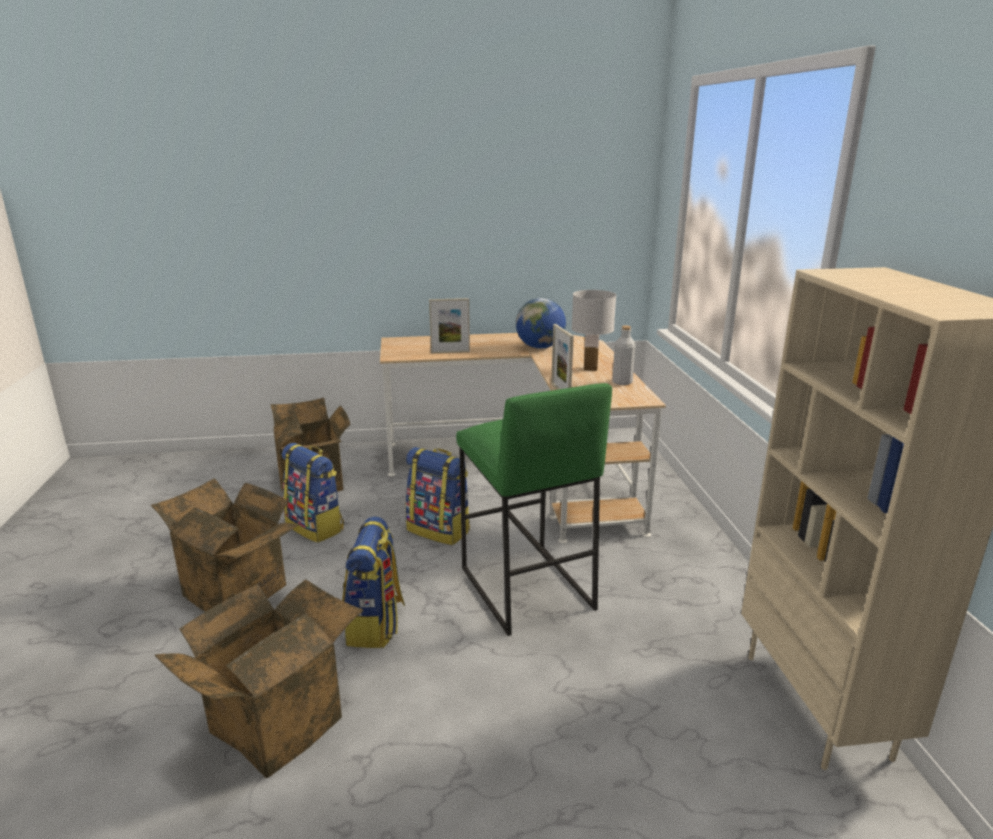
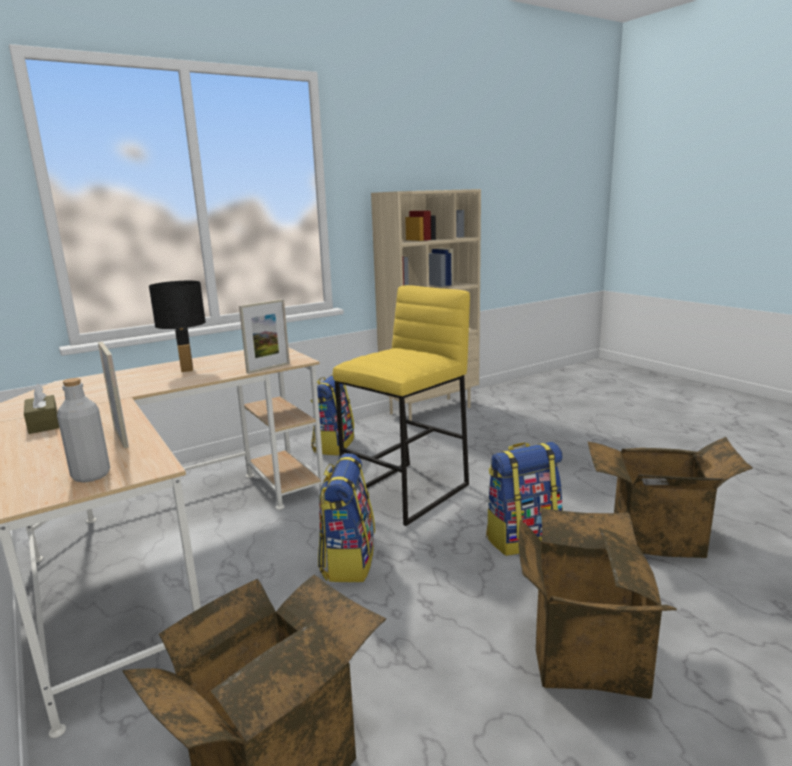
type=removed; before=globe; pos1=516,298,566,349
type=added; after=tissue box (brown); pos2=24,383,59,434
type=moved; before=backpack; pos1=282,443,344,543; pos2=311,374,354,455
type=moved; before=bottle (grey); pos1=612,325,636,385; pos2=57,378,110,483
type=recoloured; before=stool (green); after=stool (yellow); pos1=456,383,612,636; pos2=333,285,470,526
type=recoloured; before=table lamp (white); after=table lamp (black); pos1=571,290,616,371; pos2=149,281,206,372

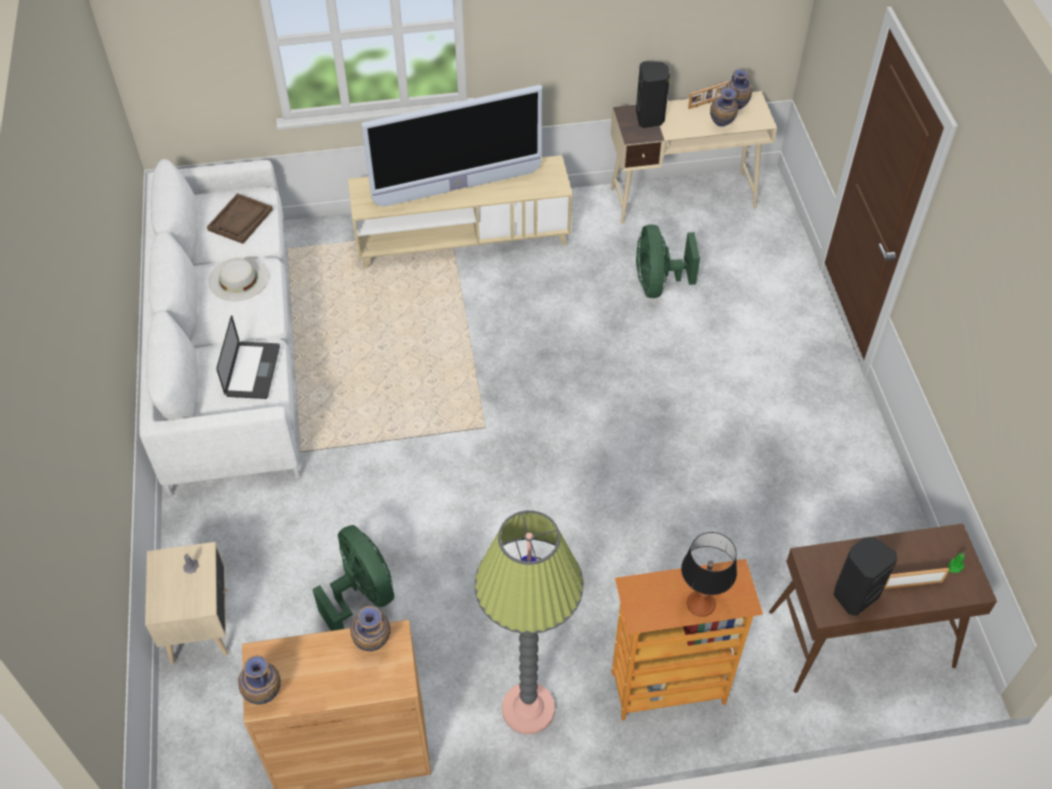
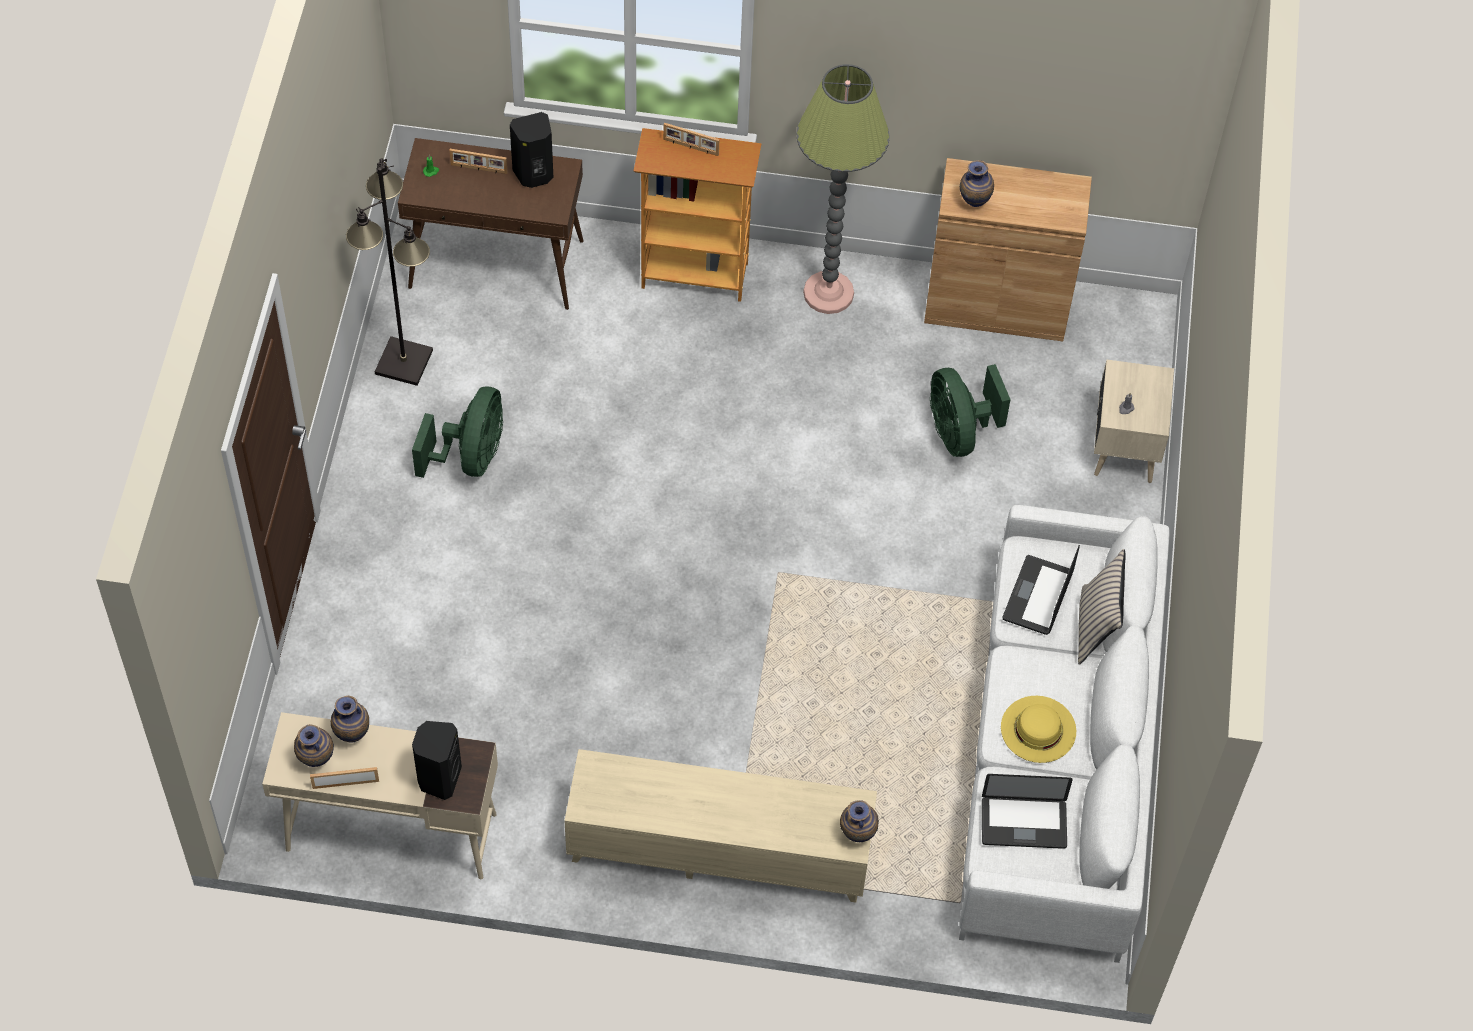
type=removed; before=television; pos1=362,85,542,207
type=added; after=floor lamp (black); pos2=346,158,433,386
type=added; after=pillow (beige); pos2=1078,549,1126,665
type=moved; before=vase; pos1=238,655,281,705; pos2=840,800,879,842
type=moved; before=fan (green); pos1=636,225,700,298; pos2=412,386,503,478
type=replaced; before=tray (brown); after=laptop; pos1=207,193,273,244; pos2=982,774,1073,849
type=replaced; before=table lamp; after=picture frame; pos1=681,532,737,617; pos2=663,123,719,156
type=recoloured; before=hat (white); after=hat (yellow); pos1=208,257,268,301; pos2=1001,696,1076,763

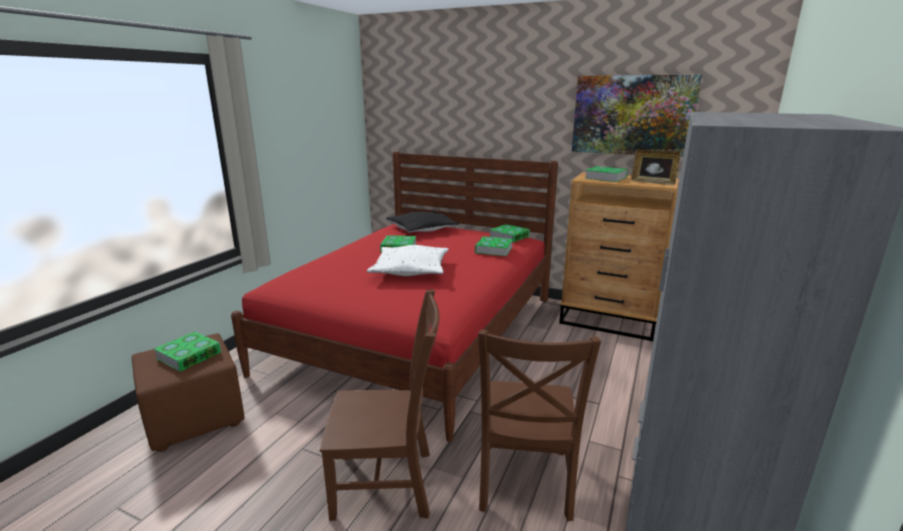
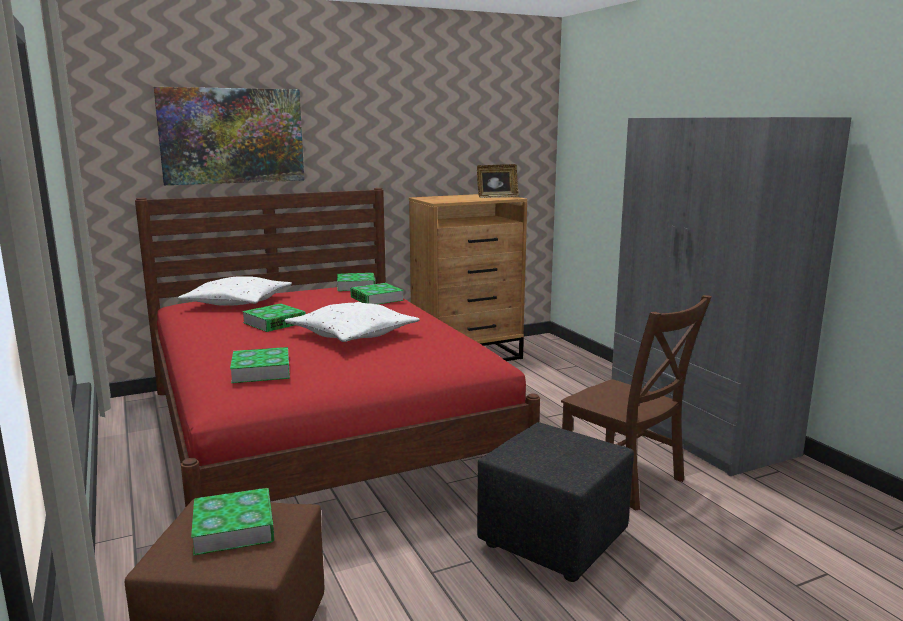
type=moved; before=picture; pos1=572,75,702,157; pos2=153,87,304,185
type=moved; before=book; pos1=585,166,628,182; pos2=230,347,290,383
type=replaced; before=chair (brown); after=ottoman (black); pos1=320,289,440,521; pos2=477,422,634,582
type=recoloured; before=pillow (black); after=pillow (white); pos1=386,211,459,233; pos2=178,276,292,306

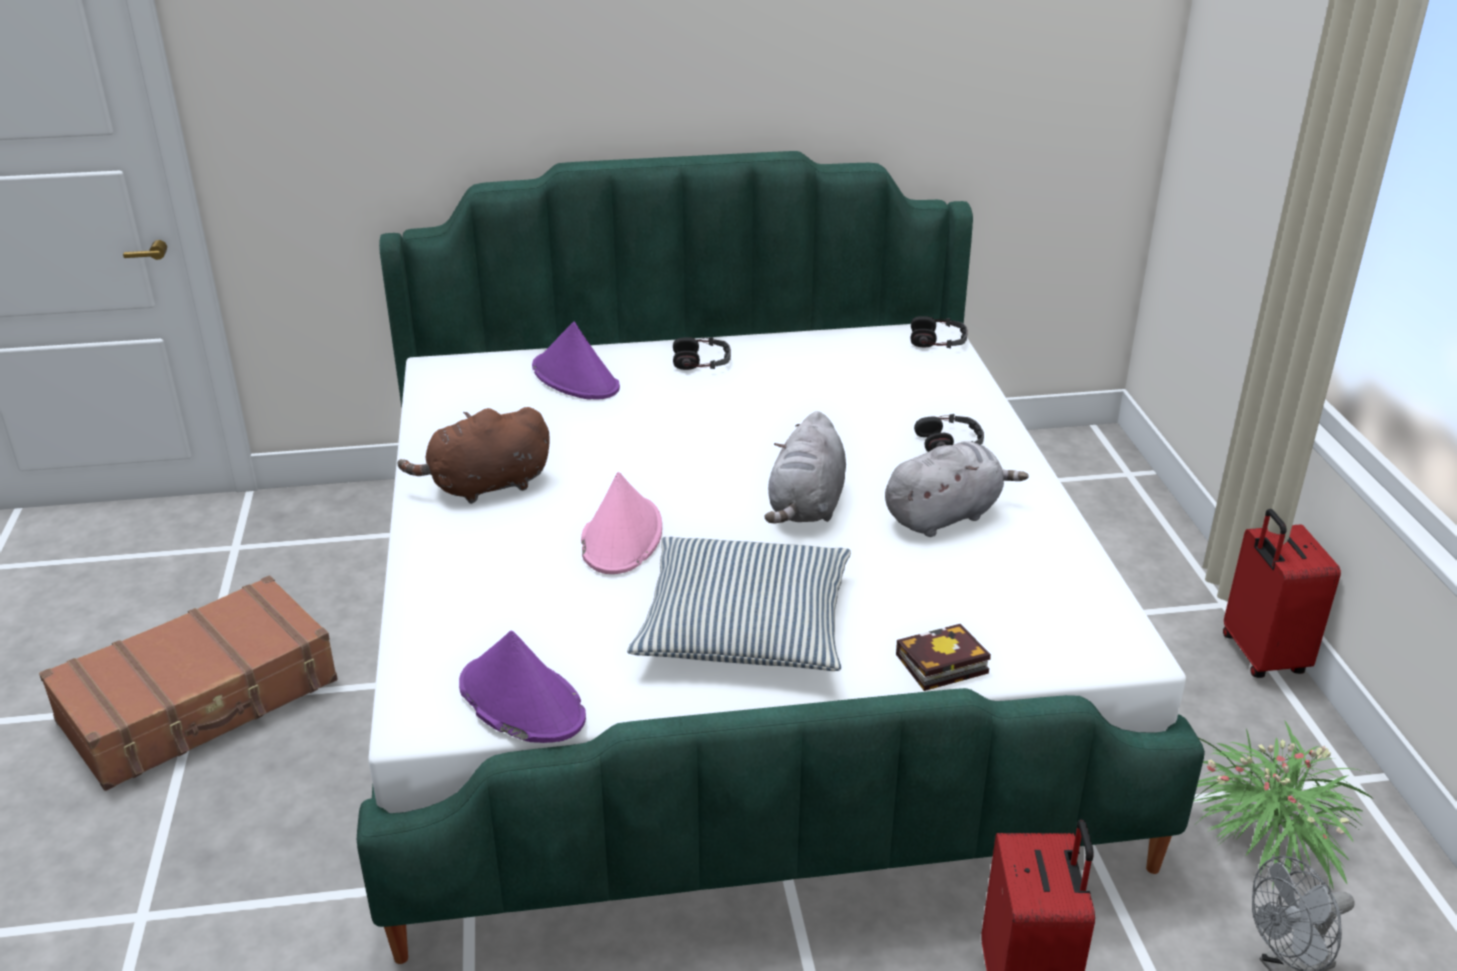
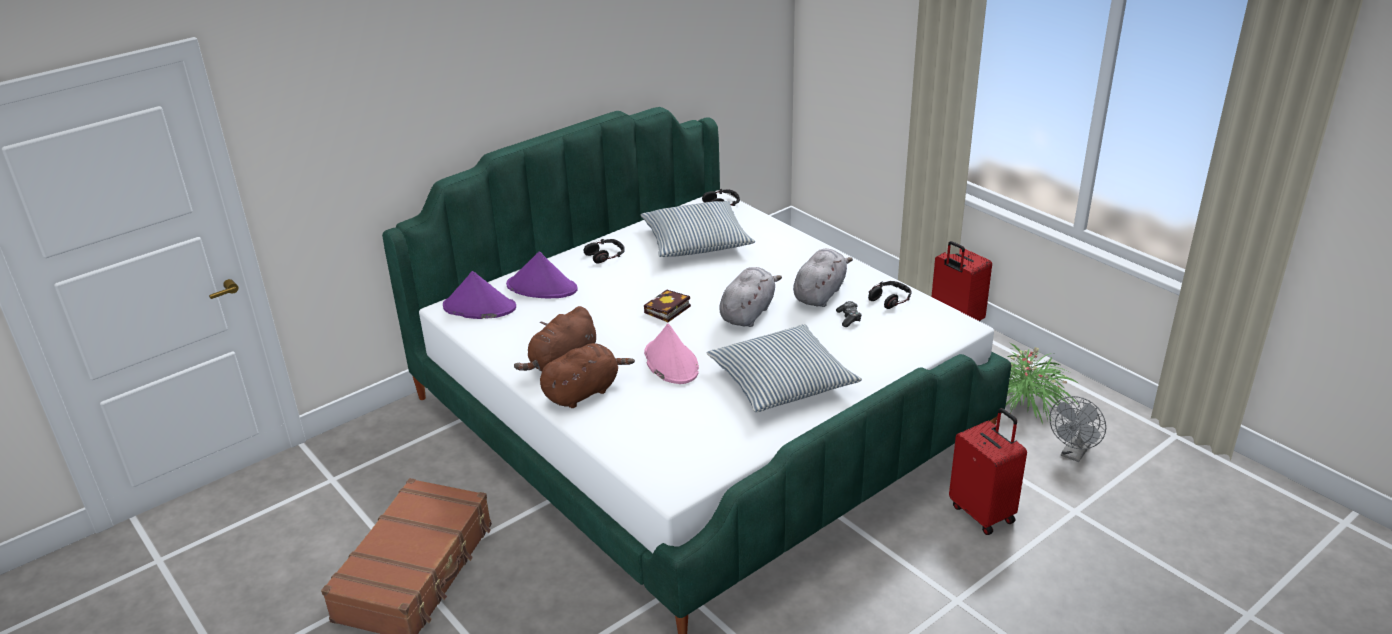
type=added; after=plush toy (brown); pos2=540,343,635,408
type=added; after=pillow; pos2=641,201,755,257
type=added; after=game controller; pos2=836,301,862,327
type=moved; before=hat (purple); pos1=459,631,586,743; pos2=443,271,516,319
type=moved; before=book; pos1=896,624,991,691; pos2=644,290,691,322
type=moved; before=headphones; pos1=914,414,984,452; pos2=868,281,912,309
type=turned; before=plush toy (grey); pos1=764,411,846,524; pos2=719,267,782,327; turn=-135

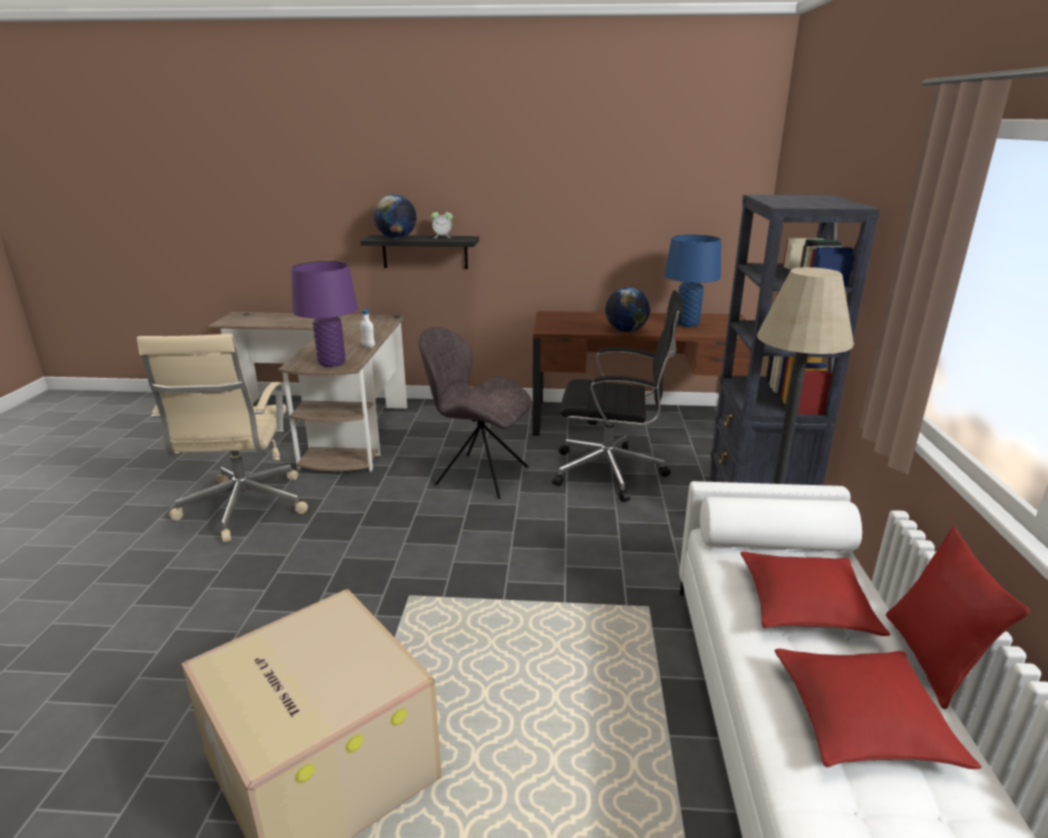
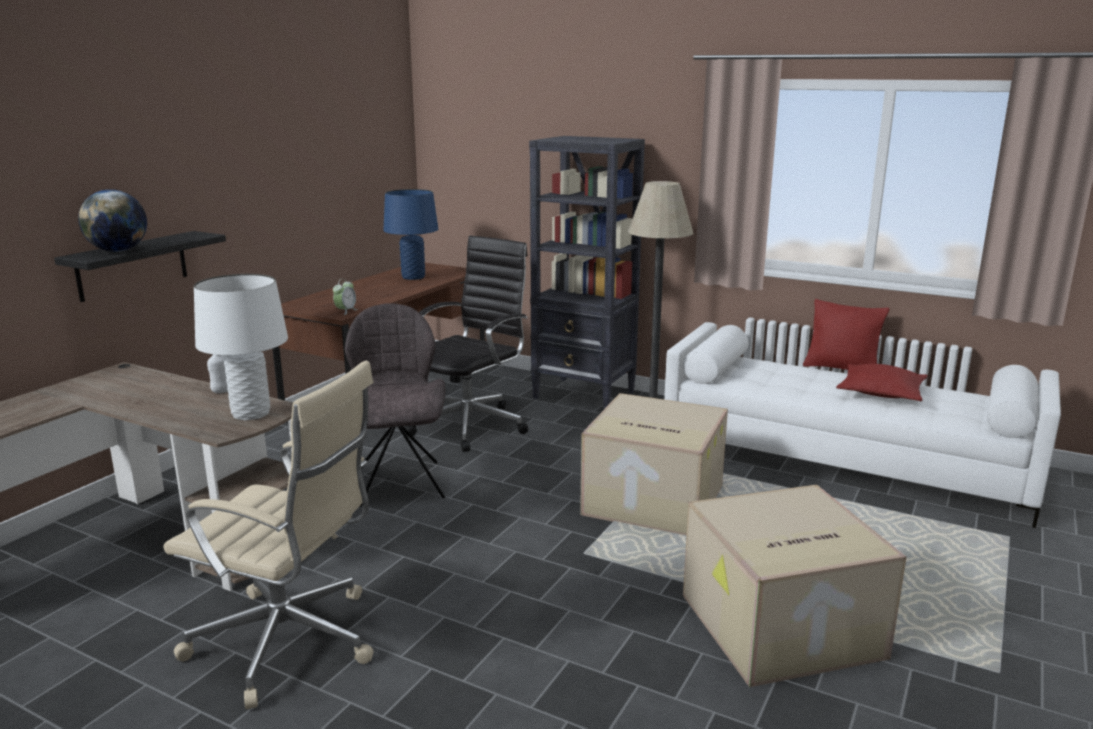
type=removed; before=globe; pos1=605,287,650,332
type=removed; before=pillow (red); pos1=741,551,890,636
type=added; after=cardboard box; pos2=580,393,728,536
type=moved; before=alarm clock; pos1=430,208,453,238; pos2=333,279,357,315
type=recoloured; before=table lamp (purple); after=table lamp (white); pos1=291,261,358,367; pos2=194,274,288,420
type=turned; before=chair (grey); pos1=418,327,532,499; pos2=345,303,445,507; turn=120

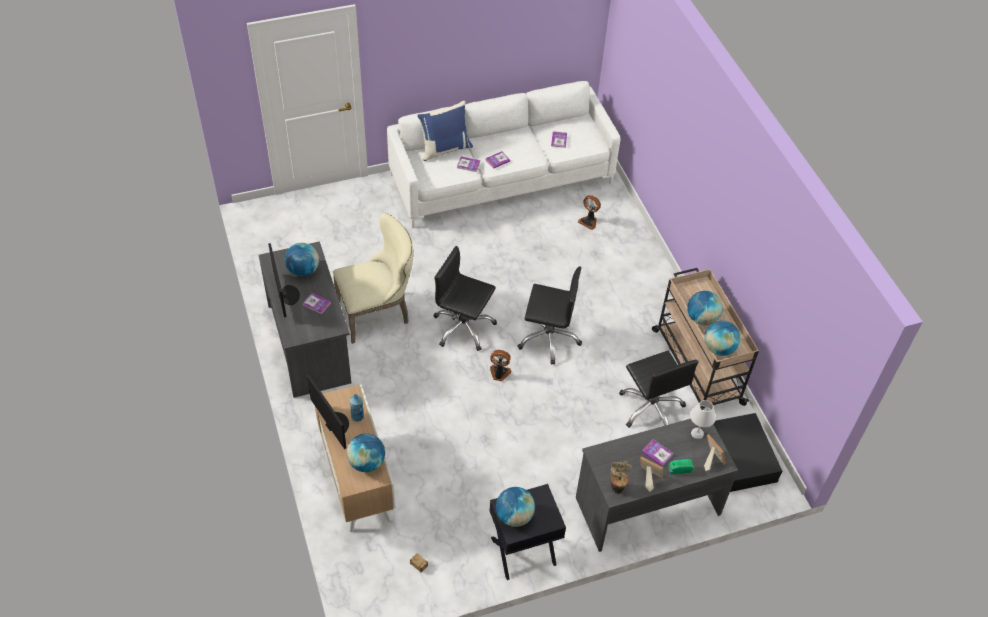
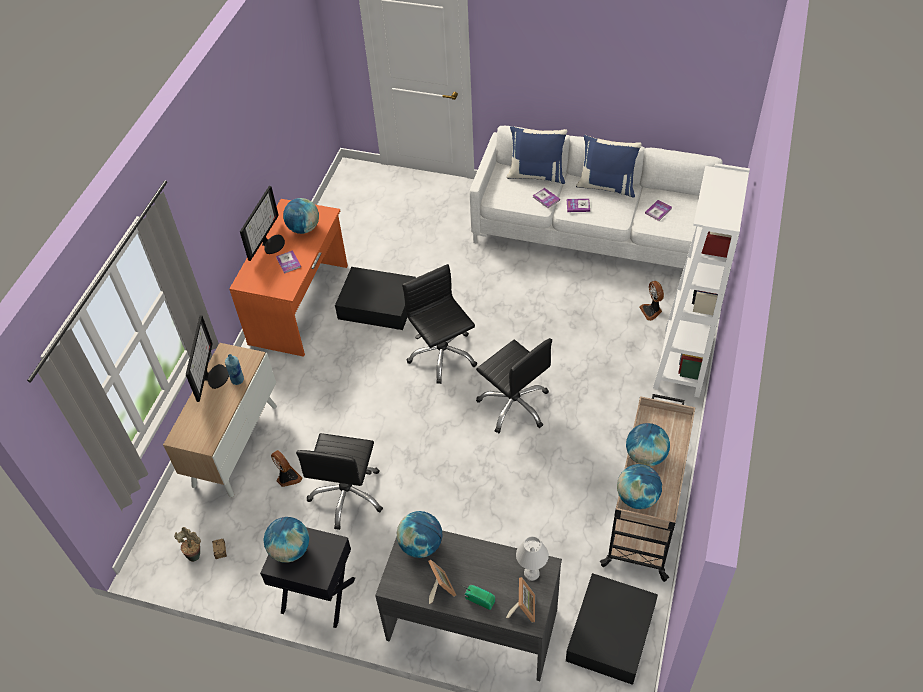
type=removed; before=book; pos1=642,439,673,467
type=added; after=pillow (blue); pos2=576,135,642,198
type=added; after=bookcase (white); pos2=653,163,750,397
type=moved; before=globe; pos1=347,434,385,472; pos2=397,511,442,558
type=moved; before=fan; pos1=490,350,511,381; pos2=271,450,302,487
type=moved; before=potted plant; pos1=610,461,632,494; pos2=174,527,201,562
type=moved; before=office chair (black); pos1=619,351,699,428; pos2=296,433,383,530
type=replaced; before=chair (beige); after=storage box (black); pos1=333,213,413,344; pos2=335,267,416,330
type=recoloured; before=desk (grey); after=desk (orange); pos1=259,241,351,398; pos2=229,199,348,357

